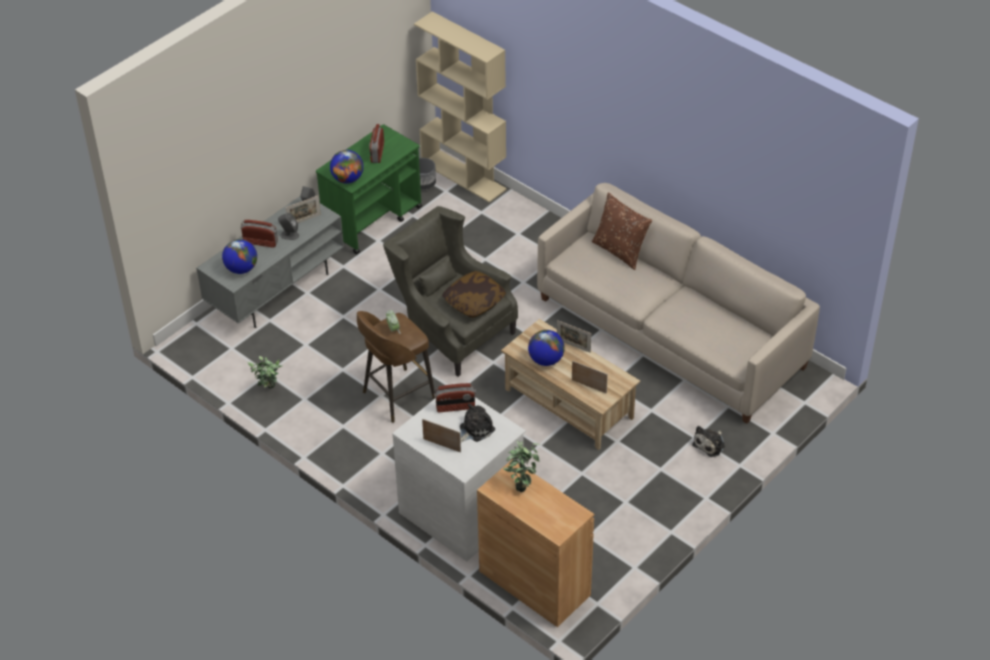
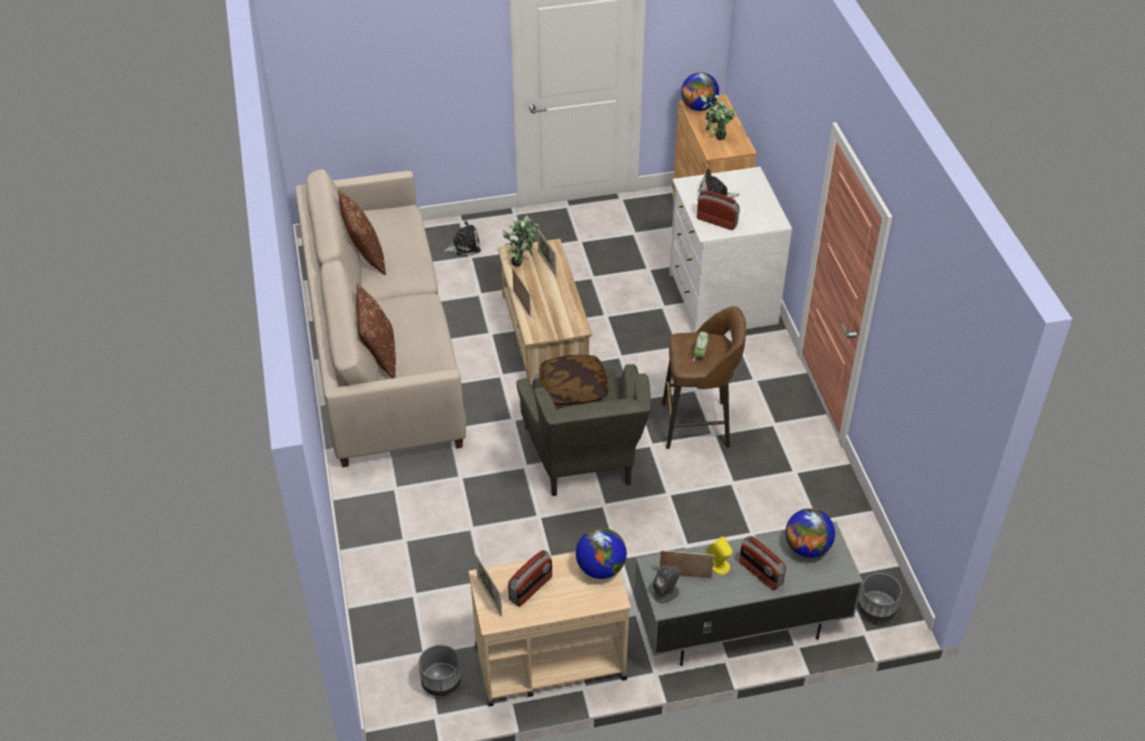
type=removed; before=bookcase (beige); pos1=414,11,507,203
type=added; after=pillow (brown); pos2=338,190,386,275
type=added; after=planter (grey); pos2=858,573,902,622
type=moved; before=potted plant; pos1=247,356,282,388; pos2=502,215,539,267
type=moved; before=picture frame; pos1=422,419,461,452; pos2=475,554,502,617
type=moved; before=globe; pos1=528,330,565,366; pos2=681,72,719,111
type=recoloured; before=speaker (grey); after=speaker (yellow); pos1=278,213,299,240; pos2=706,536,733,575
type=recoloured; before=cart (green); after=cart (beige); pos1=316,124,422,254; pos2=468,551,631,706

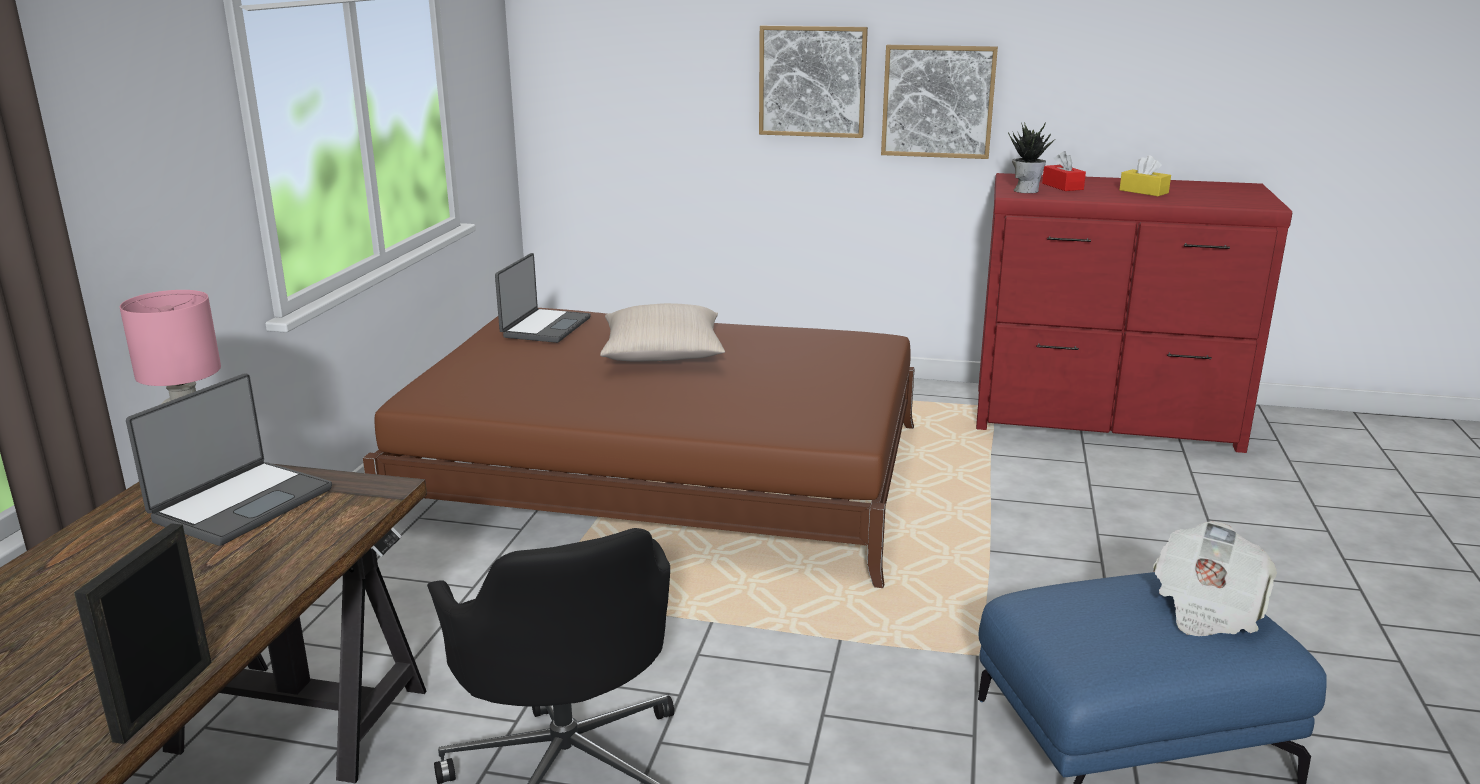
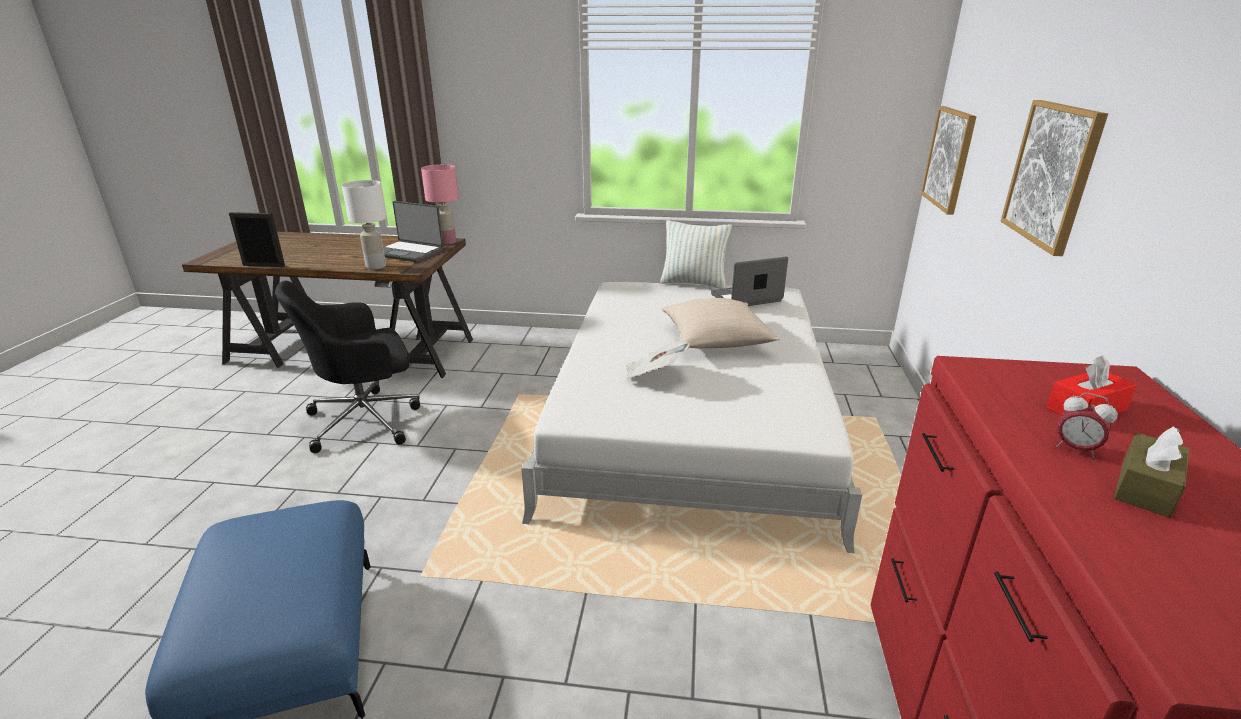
type=removed; before=potted plant; pos1=1008,122,1056,193
type=added; after=table lamp (white); pos2=342,180,387,269
type=added; after=pillow; pos2=660,220,732,289
type=added; after=alarm clock; pos2=1056,393,1118,458
type=moved; before=picture; pos1=881,45,998,159; pos2=921,106,977,215
type=moved; before=newspaper; pos1=1153,521,1277,636; pos2=626,340,690,379
type=recoloured; before=bed (brown); after=bed (white); pos1=363,308,915,588; pos2=521,282,862,553
type=recoloured; before=tissue box (yellow); after=tissue box (brown); pos1=1119,155,1171,196; pos2=1114,426,1190,518
type=turned; before=laptop; pos1=495,253,591,343; pos2=711,256,788,306; turn=150

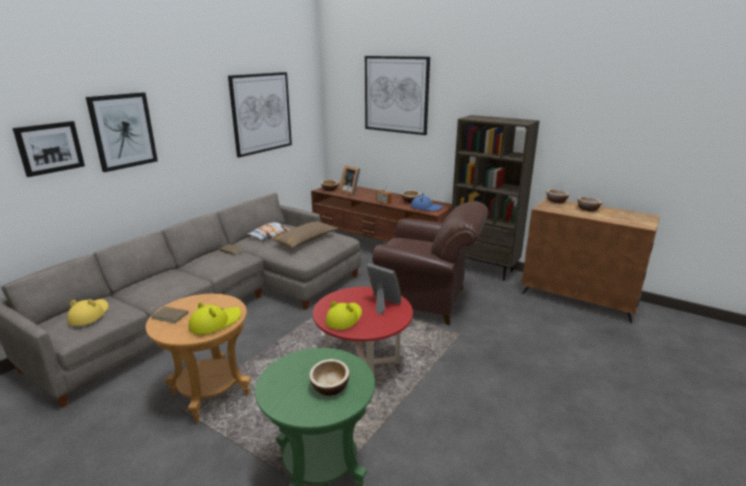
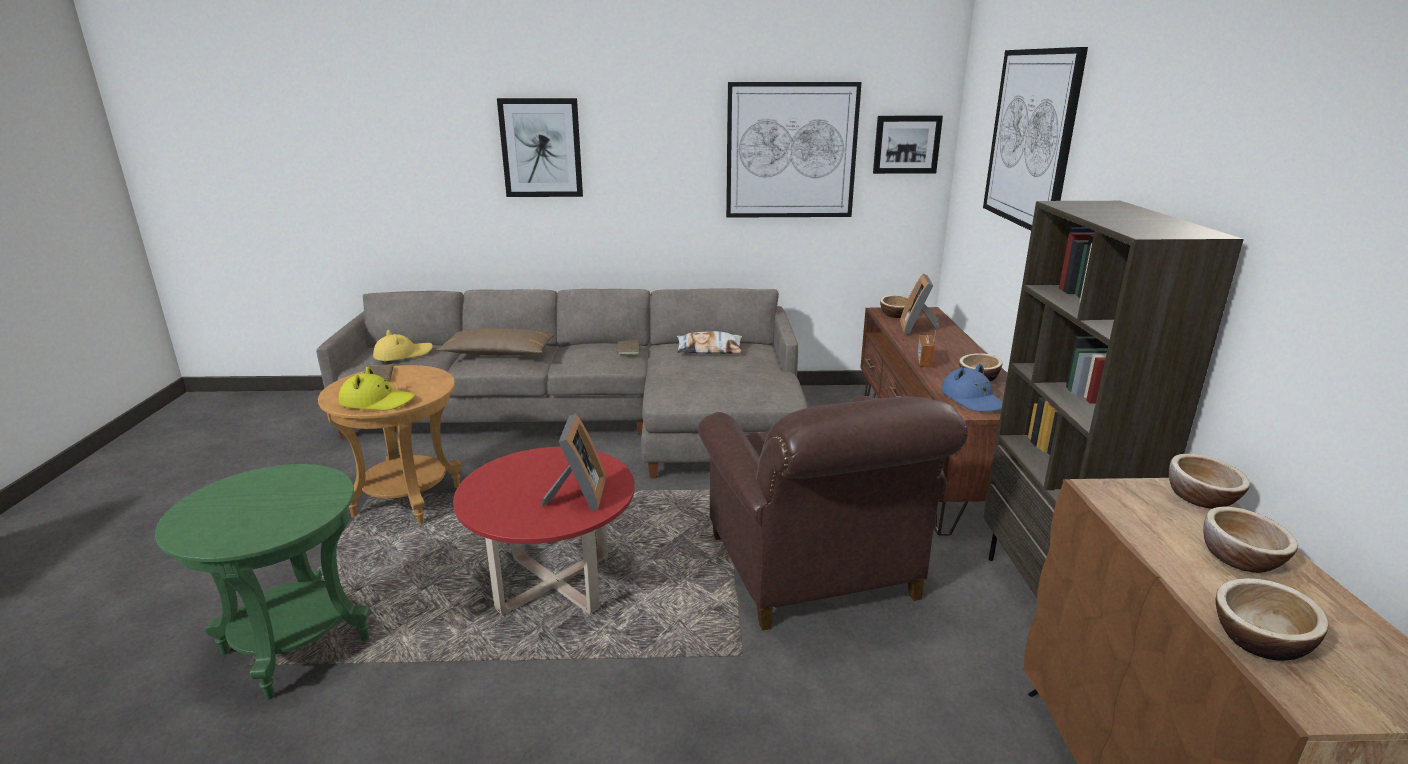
type=removed; before=hat (yellow); pos1=325,301,362,330
type=moved; before=picture; pos1=12,121,85,177; pos2=873,116,943,174
type=moved; before=pillow (brown); pos1=271,221,338,248; pos2=436,328,555,356
type=moved; before=bowl; pos1=309,359,349,396; pos2=1215,578,1329,661

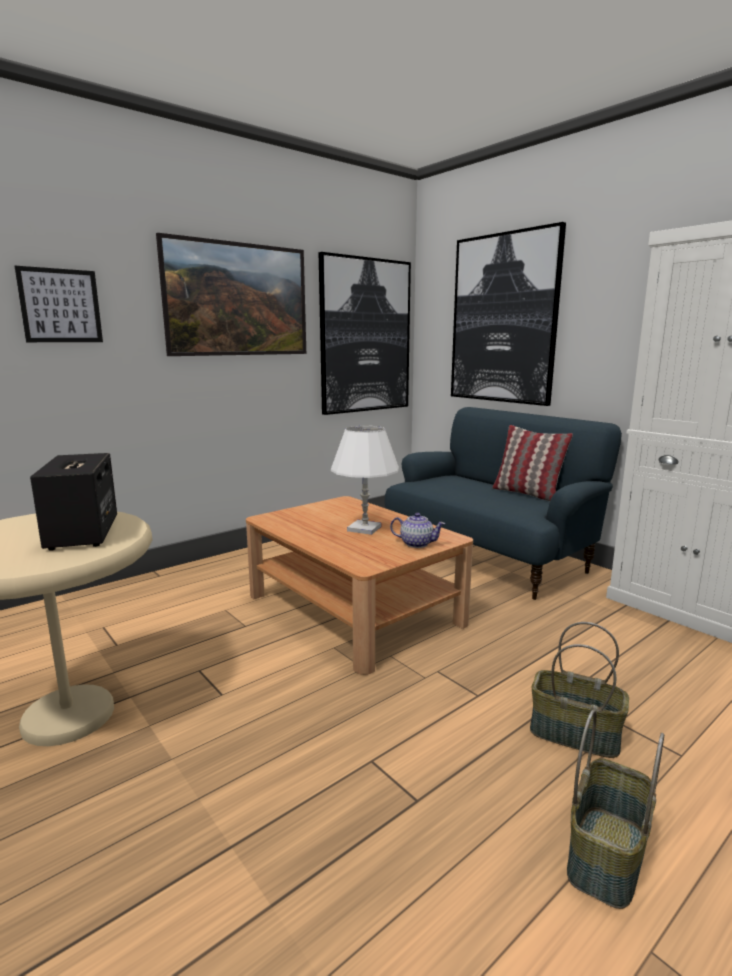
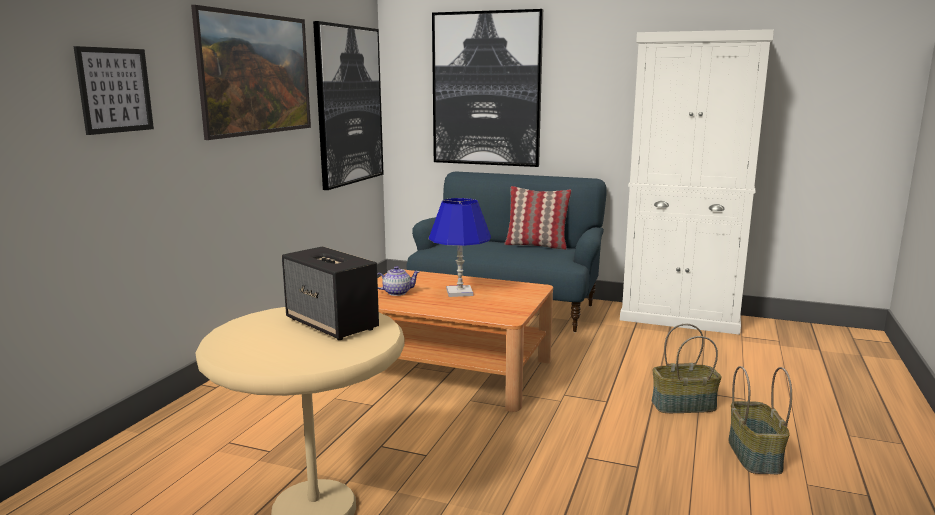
type=moved; before=teapot; pos1=390,513,445,548; pos2=377,266,420,296
type=recoloured; before=table lamp (white); after=table lamp (blue); pos1=331,426,399,535; pos2=429,198,491,297

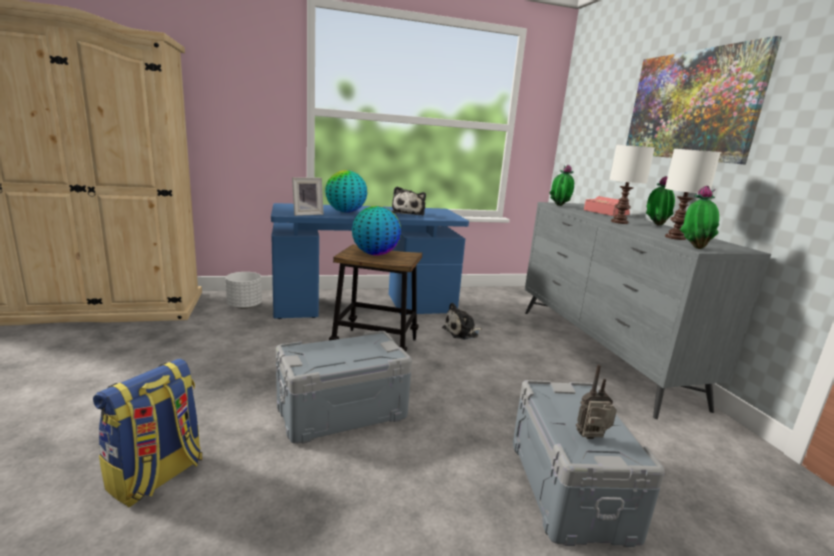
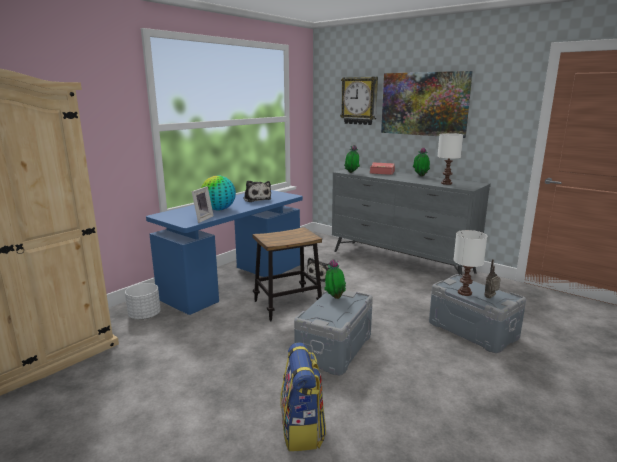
type=removed; before=globe; pos1=352,206,401,256
type=added; after=wall clock; pos2=340,77,378,125
type=moved; before=table lamp (white); pos1=610,145,655,224; pos2=453,230,487,296
type=moved; before=potted plant; pos1=680,186,719,249; pos2=324,259,346,299

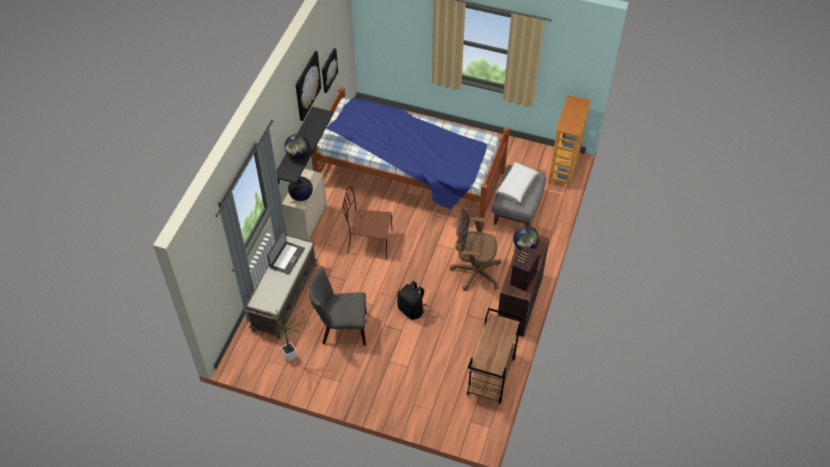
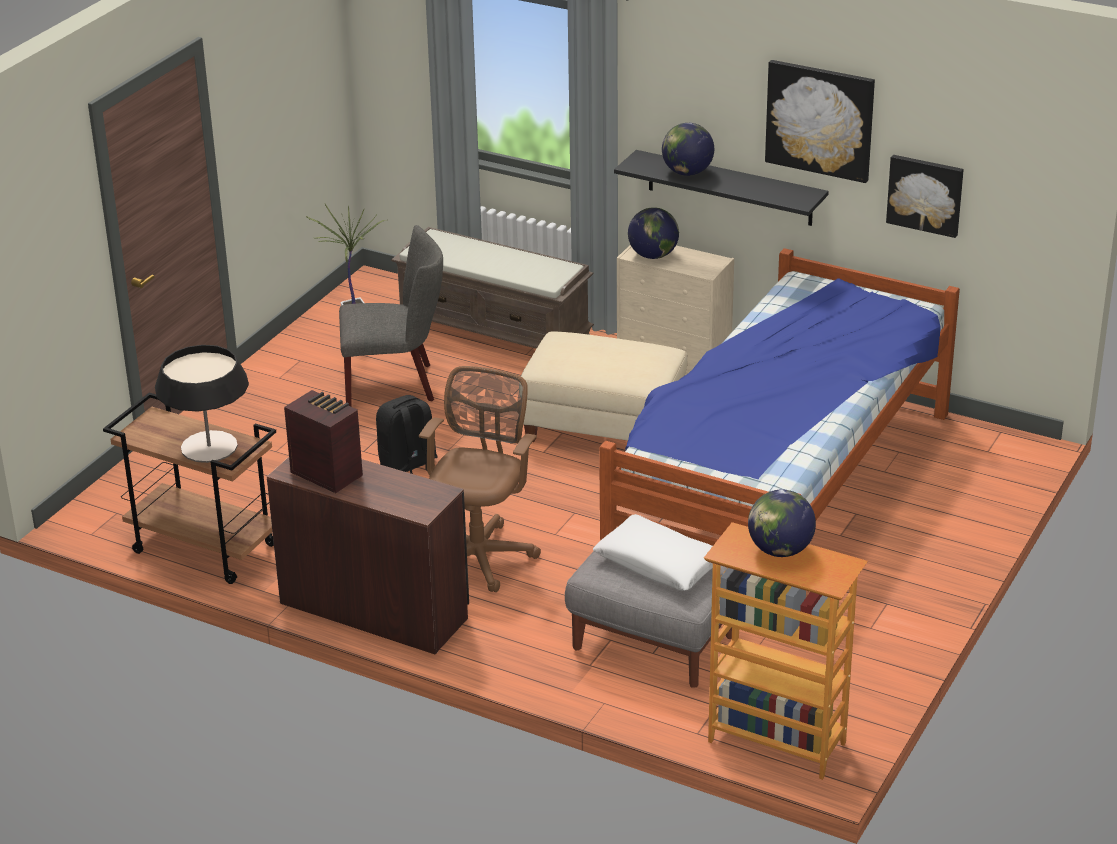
type=removed; before=laptop; pos1=267,229,305,275
type=added; after=table lamp; pos2=155,345,249,463
type=moved; before=globe; pos1=513,226,539,250; pos2=748,490,816,557
type=replaced; before=chair (brown); after=ottoman (beige); pos1=343,187,392,259; pos2=520,331,687,442
type=turned; before=chair (grey); pos1=309,266,367,346; pos2=339,225,443,407; turn=75

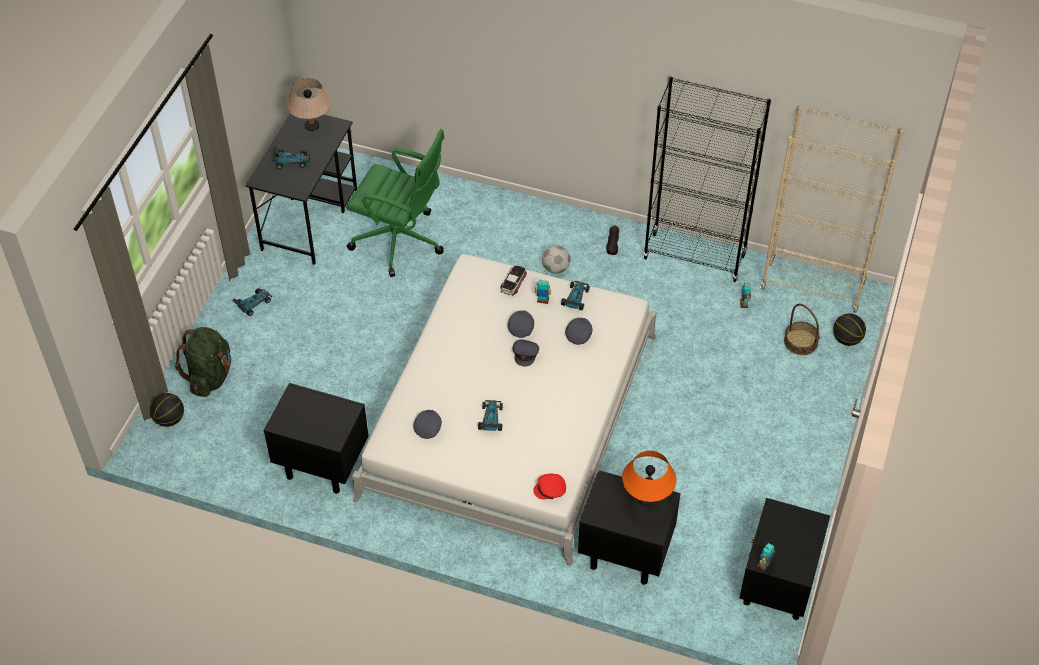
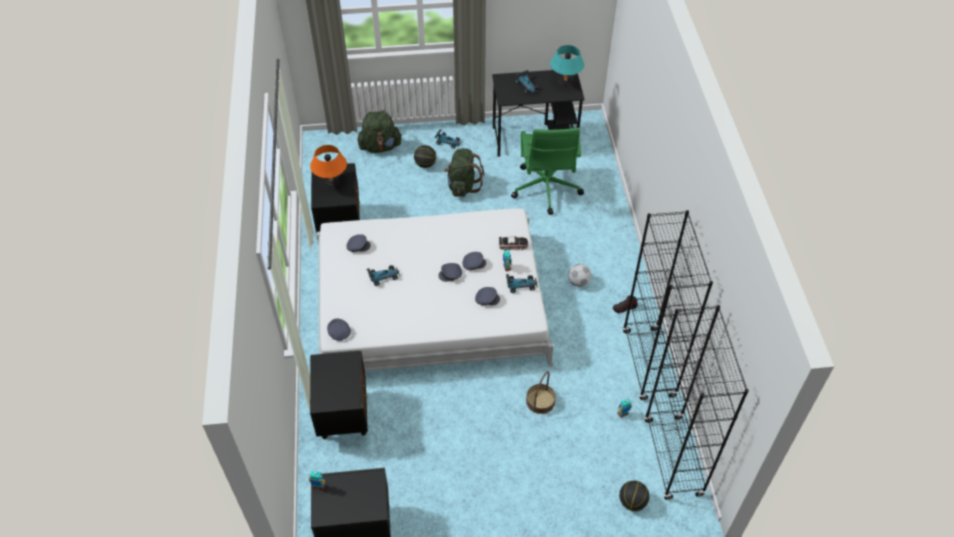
type=added; after=backpack (green); pos2=444,148,484,197
type=moved; before=basketball; pos1=150,393,184,427; pos2=414,145,436,168
type=moved; before=table lamp (orange); pos1=622,451,676,506; pos2=310,145,347,187
type=moved; before=basket; pos1=784,304,820,355; pos2=526,371,556,414
type=recoloured; before=table lamp (beige); after=table lamp (turquoise); pos1=286,78,332,131; pos2=550,45,584,86
type=recoloured; before=cap (red); after=cap (grey); pos1=533,474,566,499; pos2=327,319,351,341
type=recoloured; before=bookcase (beige); after=bookcase (black); pos1=760,107,904,313; pos2=644,305,749,500

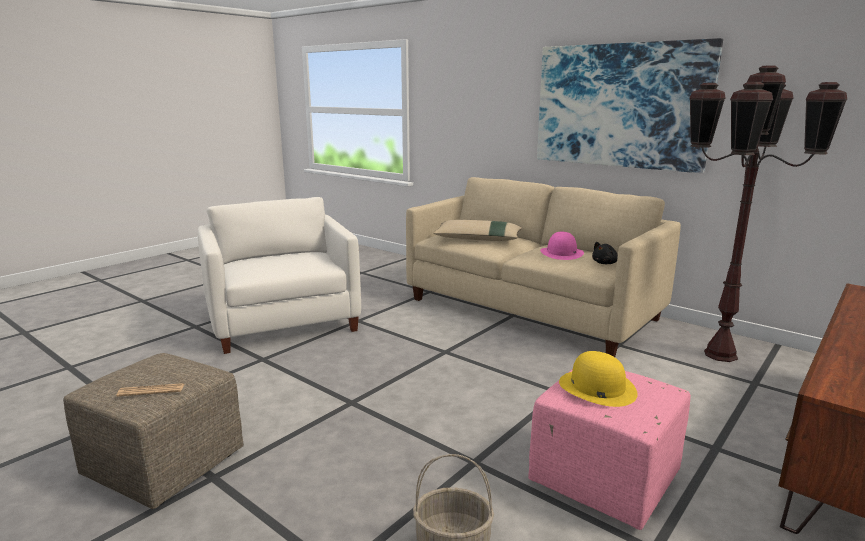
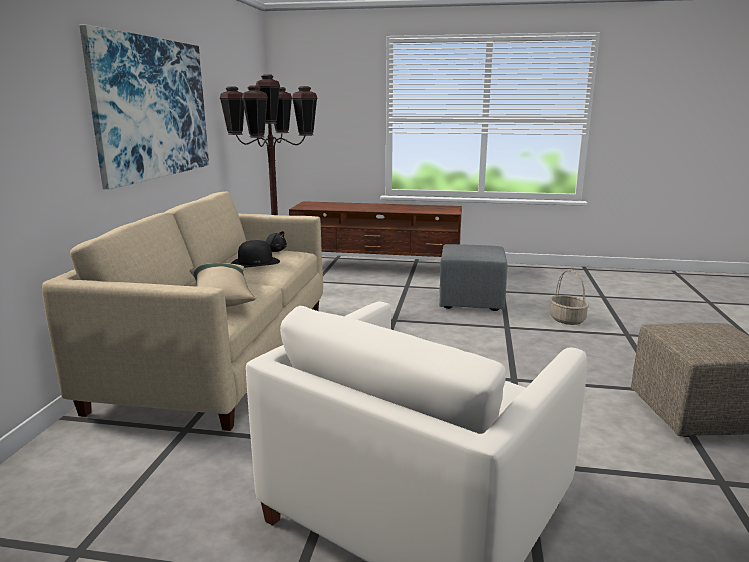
type=removed; before=newspaper; pos1=116,383,184,397
type=removed; before=hat (yellow); pos1=559,351,638,407
type=recoloured; before=ottoman (pink); after=ottoman (grey); pos1=528,369,691,530; pos2=439,244,507,311
type=recoloured; before=hat (pink); after=hat (black); pos1=540,232,584,260; pos2=231,240,280,268

